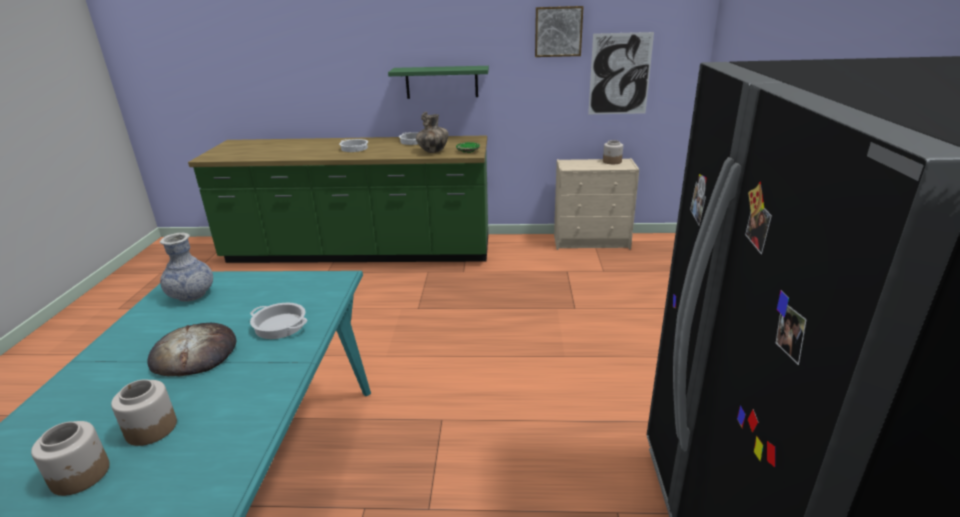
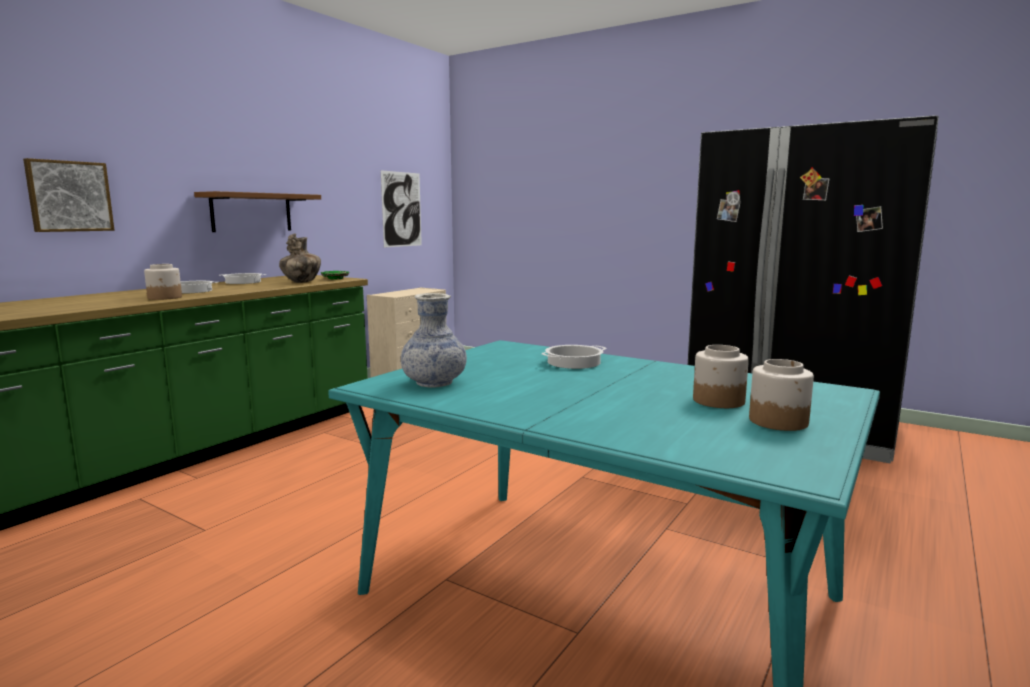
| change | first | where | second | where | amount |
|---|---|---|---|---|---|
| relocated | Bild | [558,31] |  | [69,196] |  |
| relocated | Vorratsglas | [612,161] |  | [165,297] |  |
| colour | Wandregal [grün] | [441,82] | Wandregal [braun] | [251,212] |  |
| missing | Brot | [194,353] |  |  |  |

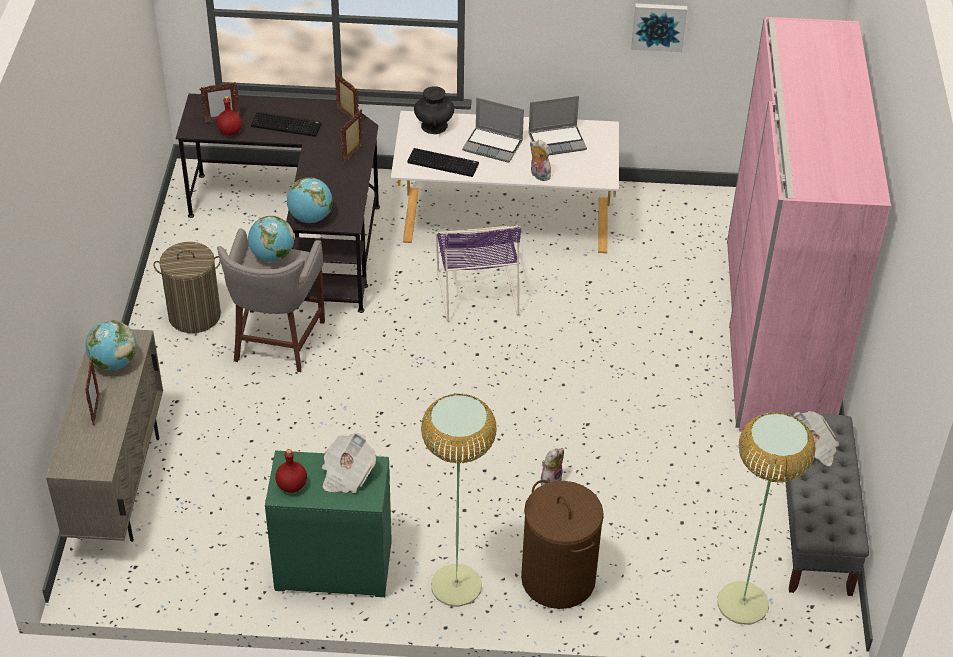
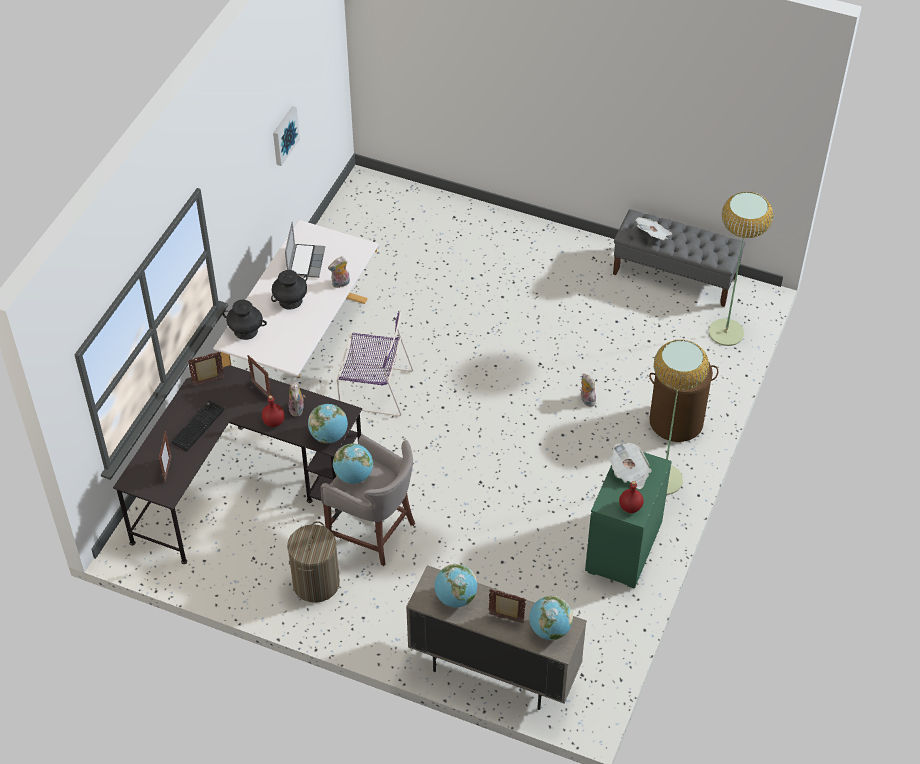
| change | first | where | second | where | amount |
|---|---|---|---|---|---|
| relocated | Flasche [rot] | [230,131] |  | [273,422] |  |
| exchanged | Laptop | [493,145] | Vase [schwarz] | [291,301] |  |
| appeared |  |  | Plüschtier | [298,409] |  |
| appeared |  |  | Globus | [549,629] |  |
| missing | Tastatur | [444,163] |  |  |  |
| missing | Kleiderschrank [rosa] | [776,336] |  |  |  |

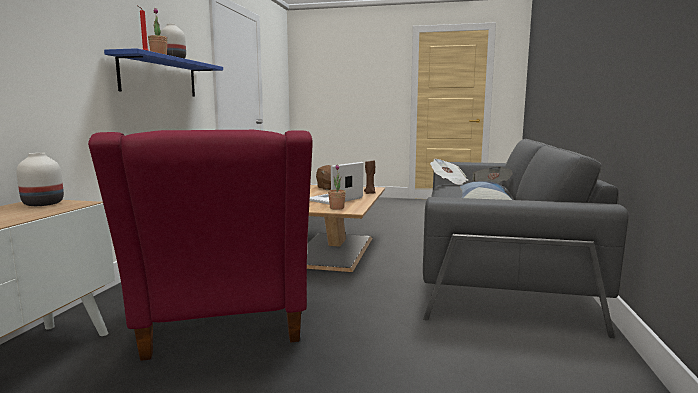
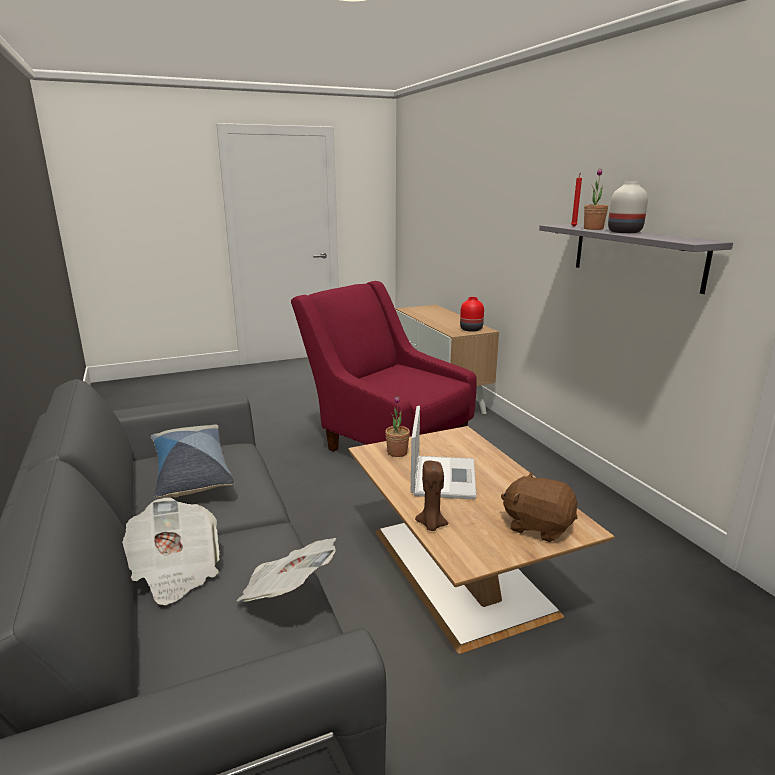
| change | first | where | second | where | amount |
|---|---|---|---|---|---|
| colour | Vase [weiß] | [44,203] | Vase [rot] | [471,329] |  |
| colour | Wandregal [blau] | [159,77] | Wandregal [grau] | [636,255] |  |

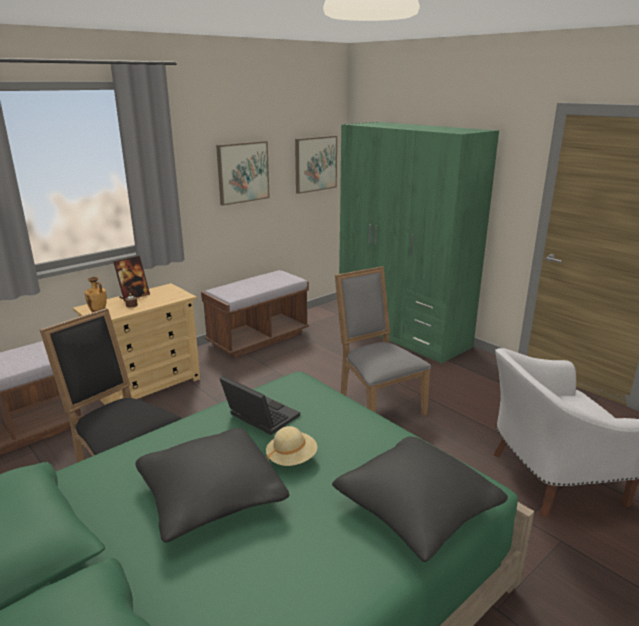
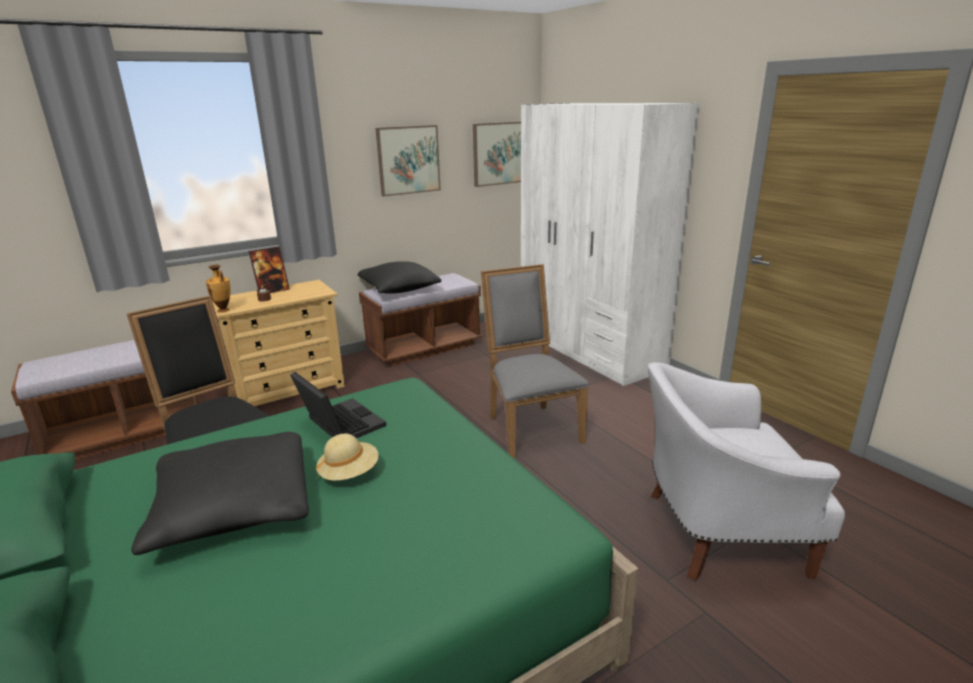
| change | first | where | second | where | amount |
|---|---|---|---|---|---|
| relocated | Kissen [schwarz] | [416,509] |  | [399,289] |  |
| colour | Kleiderschrank [grün] | [402,333] | Kleiderschrank [weiß] | [589,350] |  |

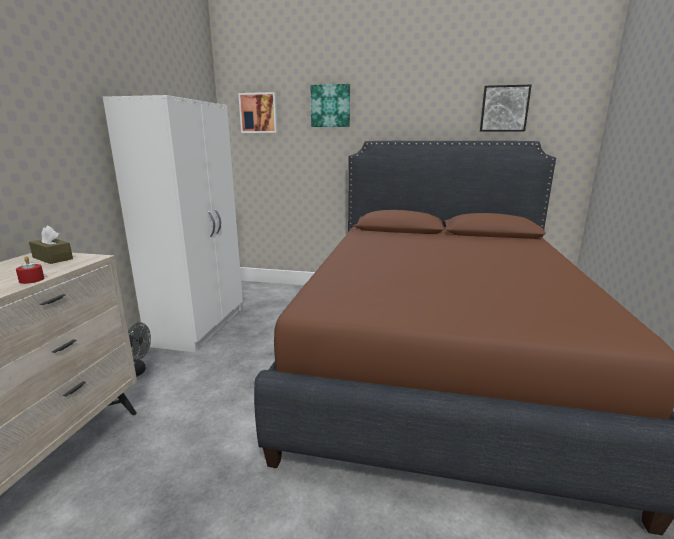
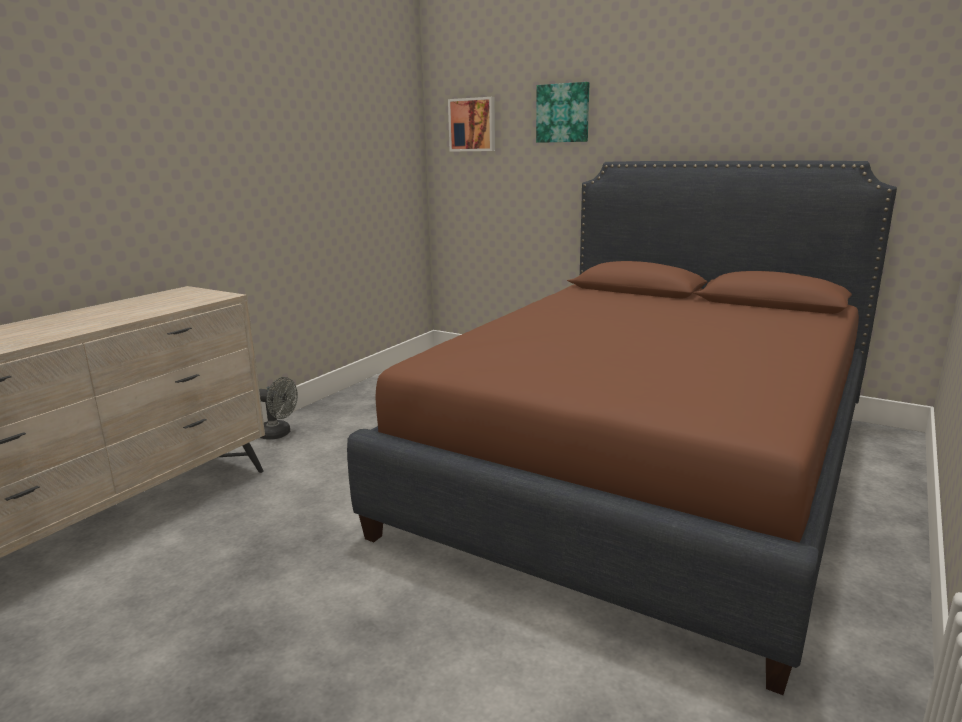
| change | first | where | second | where | amount |
|---|---|---|---|---|---|
| missing | Kerze [rot] | [32,280] |  |  |  |
| missing | Taschentuchbox [braun] | [52,258] |  |  |  |
| missing | Kleiderschrank [weiß] | [200,326] |  |  |  |
| missing | Bild | [504,109] |  |  |  |

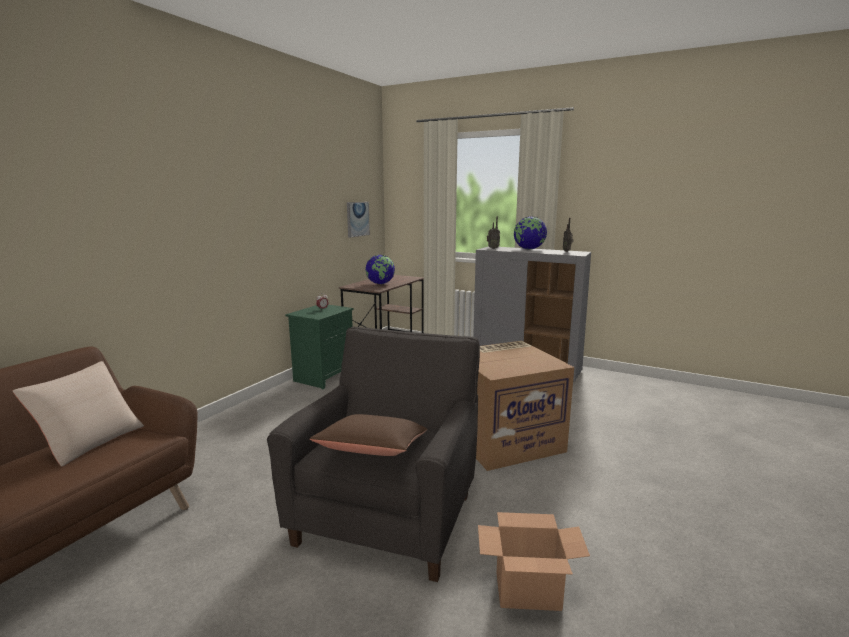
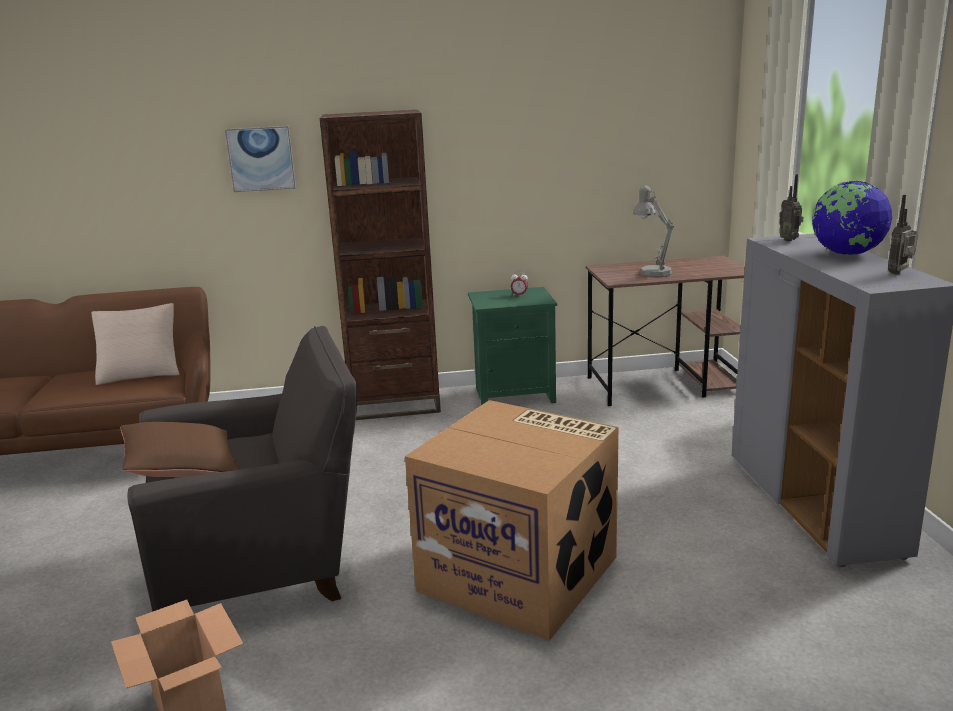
| change | first | where | second | where | amount |
|---|---|---|---|---|---|
| relocated | Bild | [357,219] |  | [261,159] |  |
| appeared |  |  | Bücherregal [braun] | [394,404] |  |
| exchanged | Globus | [380,284] | Tischlampe [grau] | [652,272] |  |

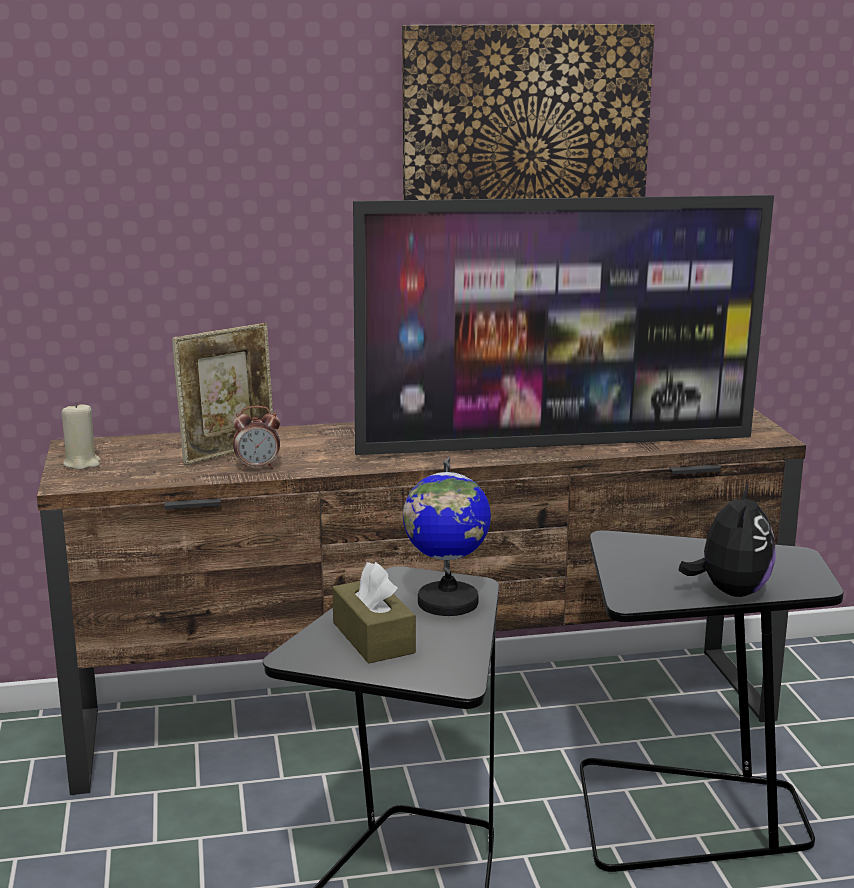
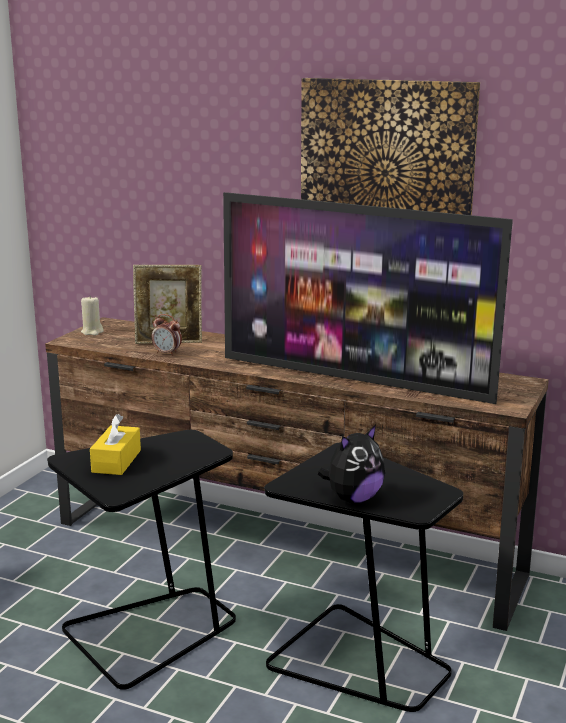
| change | first | where | second | where | amount |
|---|---|---|---|---|---|
| colour | Taschentuchbox [braun] | [373,638] | Taschentuchbox [gelb] | [116,461] |  |
| missing | Globus | [447,602] |  |  |  |

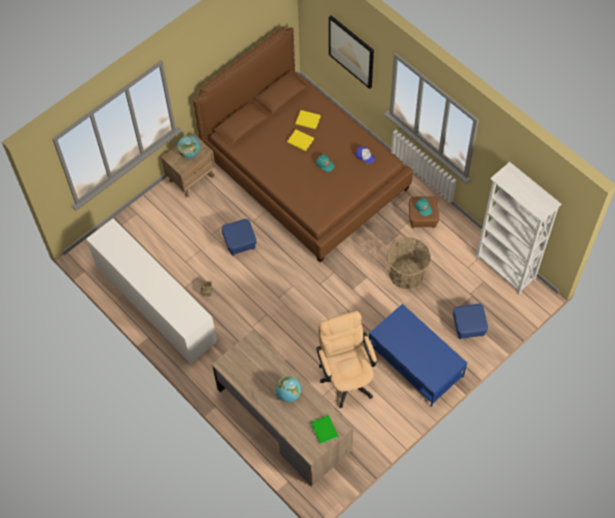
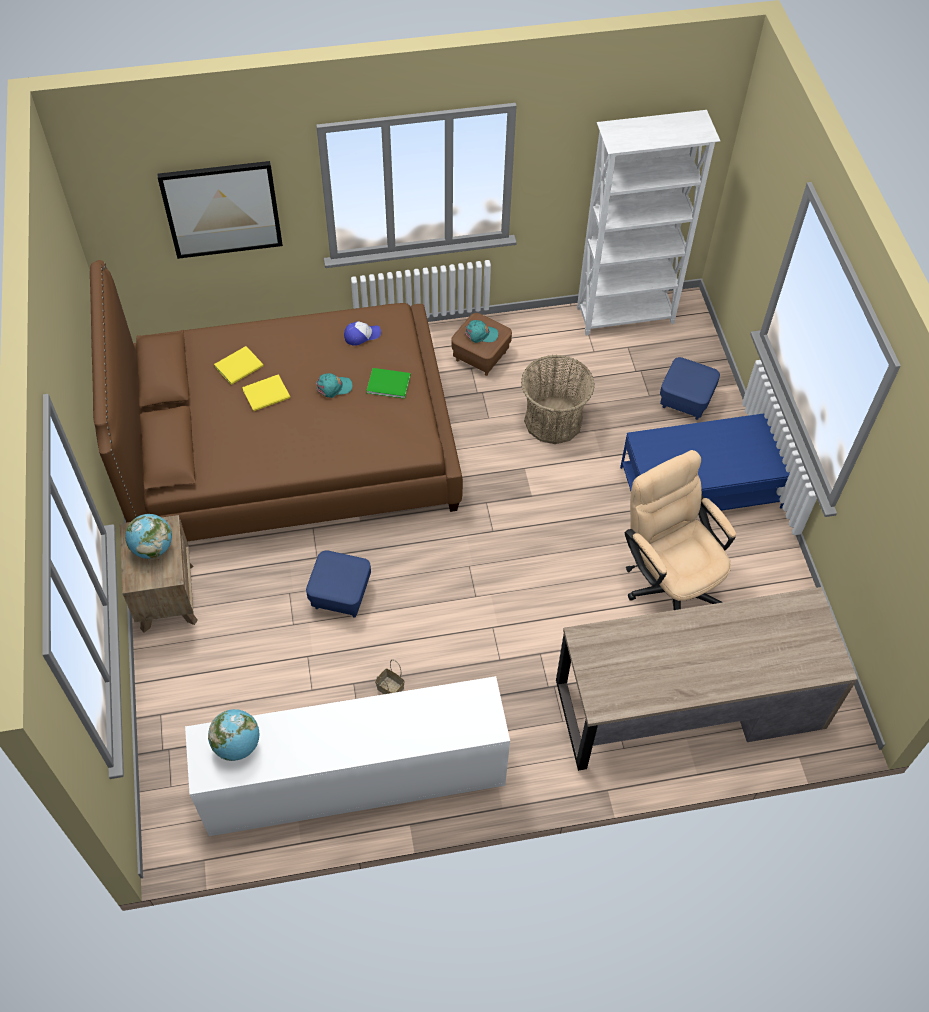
| change | first | where | second | where | amount |
|---|---|---|---|---|---|
| relocated | Globus | [288,394] |  | [237,745] |  |
| relocated | Buch [grün] | [324,429] |  | [387,383] |  |
| spun | Bürostuhl [beige] | [346,376] |  | [668,582] | 45 degrees clockwise |

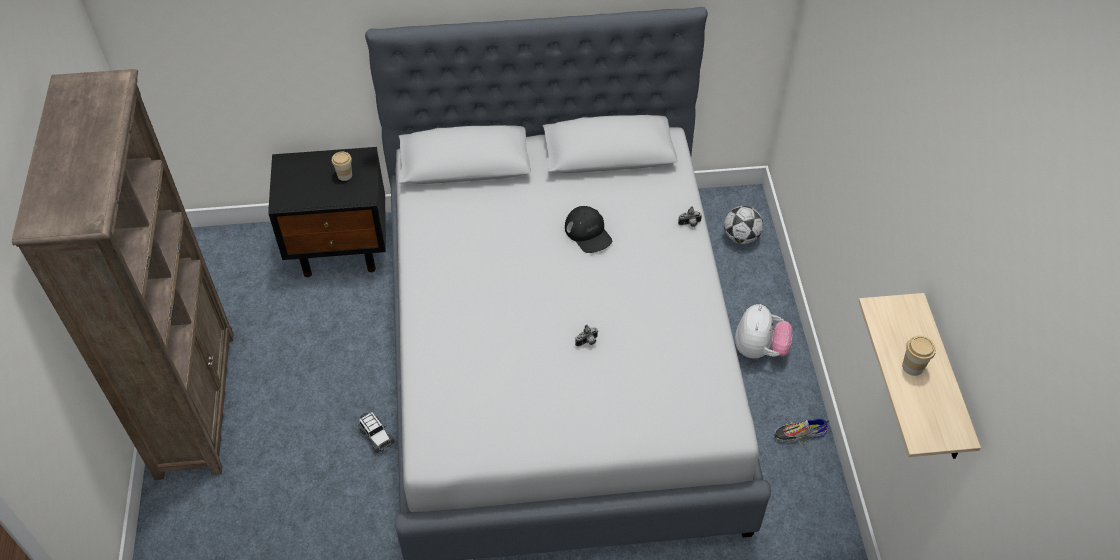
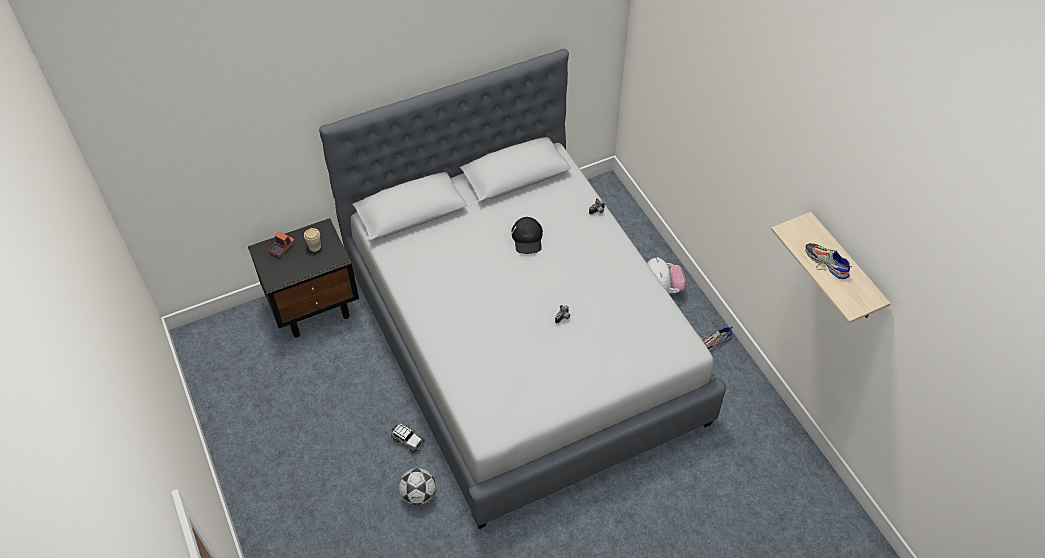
| change | first | where | second | where | amount |
|---|---|---|---|---|---|
| appeared |  |  | Spielzeuglaster | [282,248] |  |
| relocated | Fußball | [741,237] |  | [418,494] |  |
| spun | Kappe [schwarz] | [588,233] |  | [527,238] | 45 degrees clockwise |
| exchanged | Tasse | [913,366] | Schuh | [826,263] |  |
| missing | Bücherregal [braun] | [196,402] |  |  |  |

